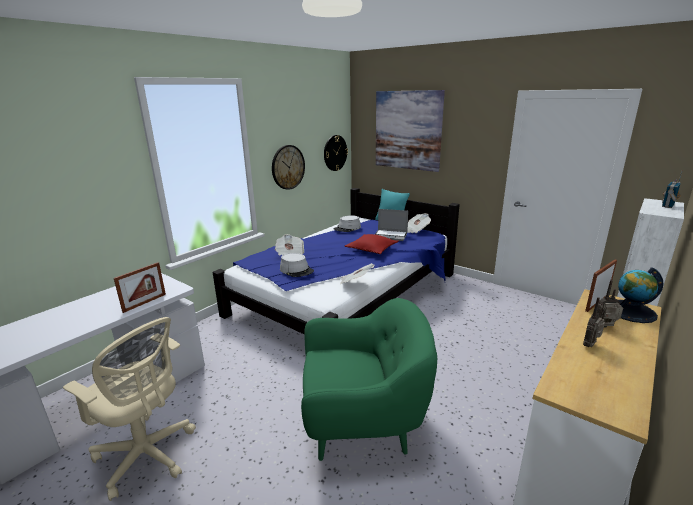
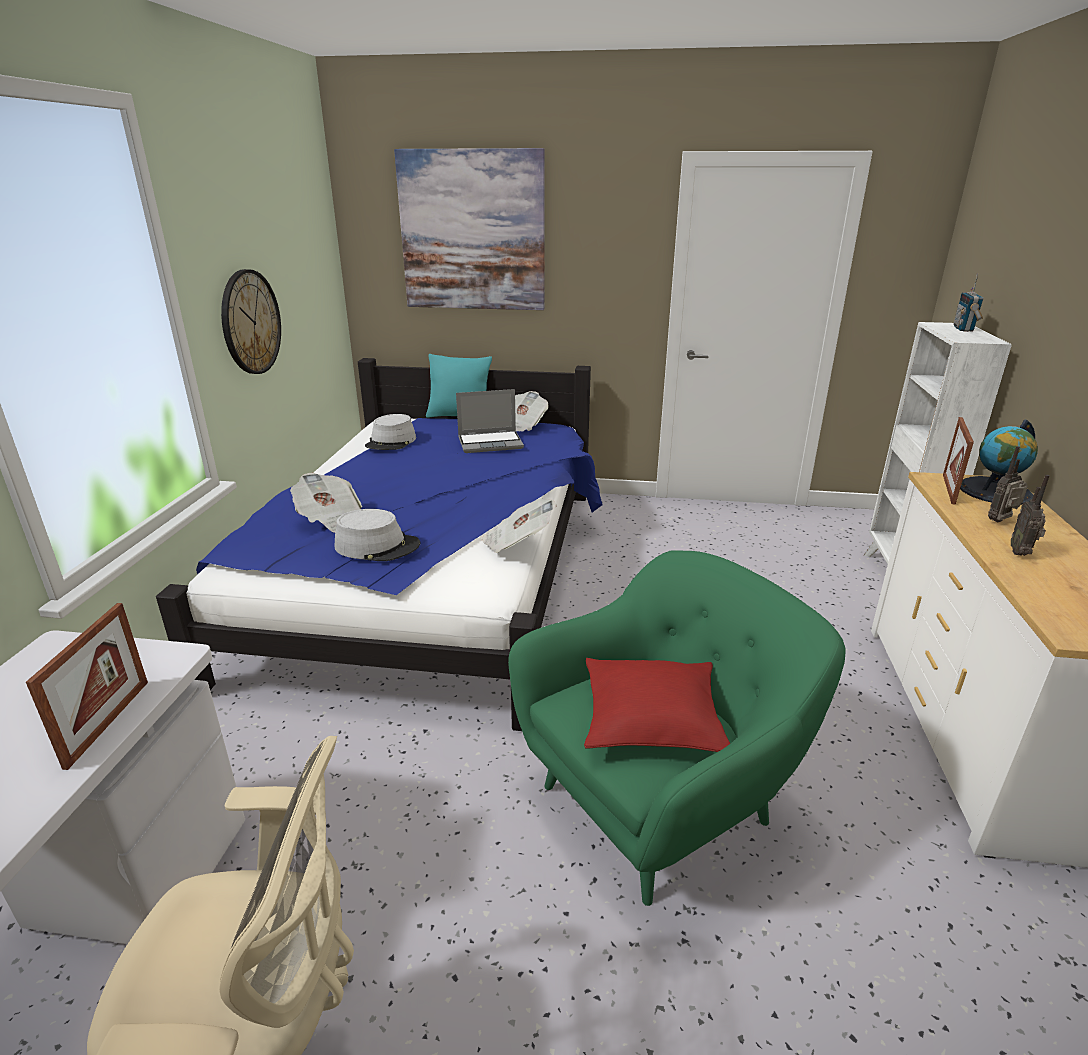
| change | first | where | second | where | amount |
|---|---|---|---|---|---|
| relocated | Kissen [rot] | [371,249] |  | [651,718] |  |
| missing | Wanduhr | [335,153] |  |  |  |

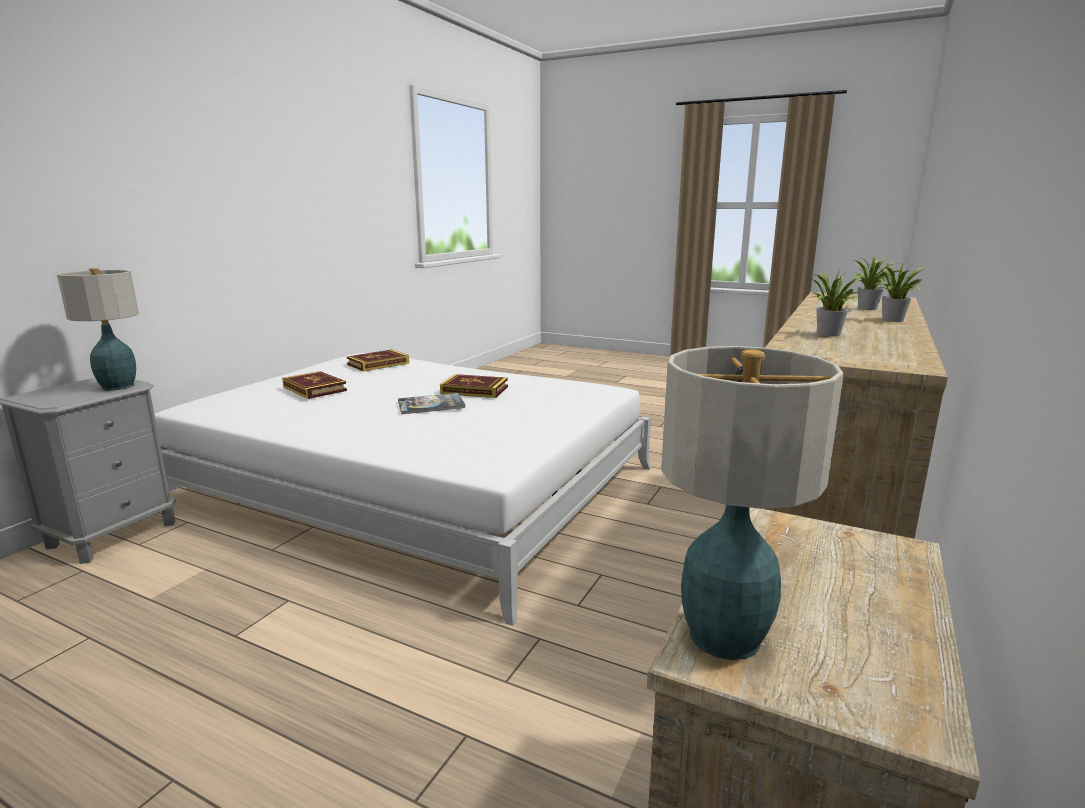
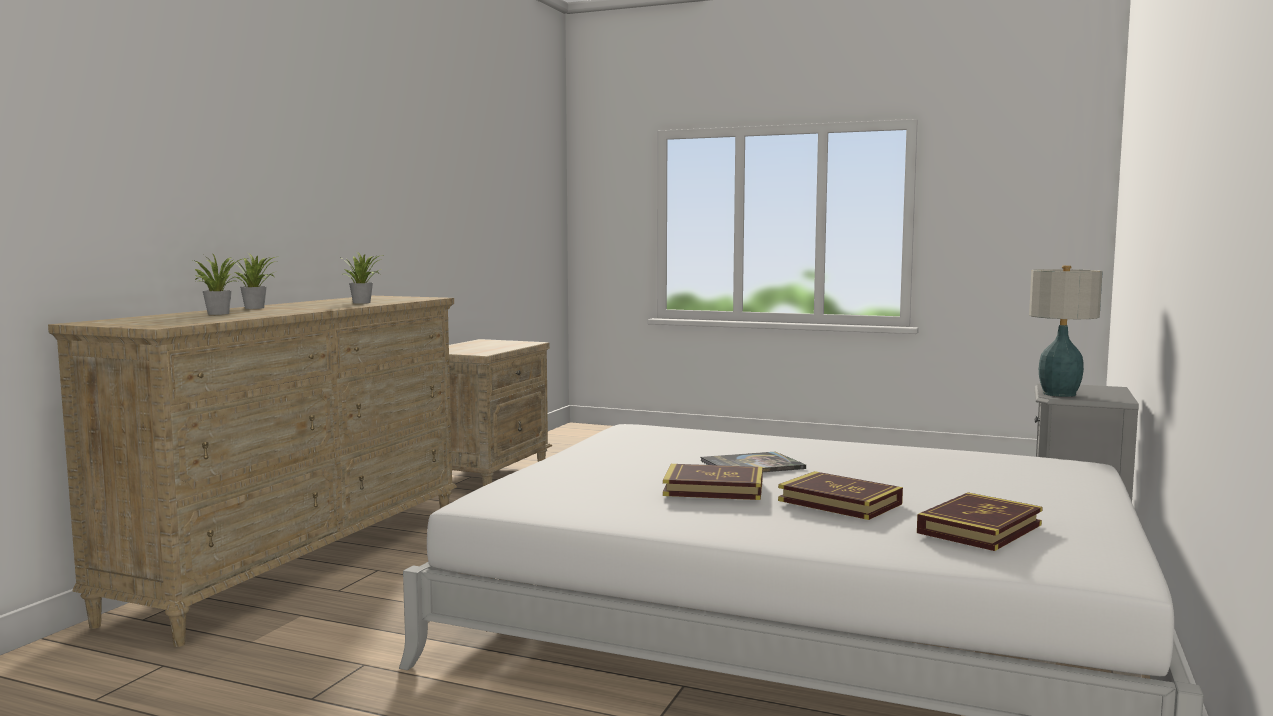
| change | first | where | second | where | amount |
|---|---|---|---|---|---|
| relocated | Buch | [314,389] |  | [839,502] |  |
| missing | Tischlampe | [722,636] |  |  |  |

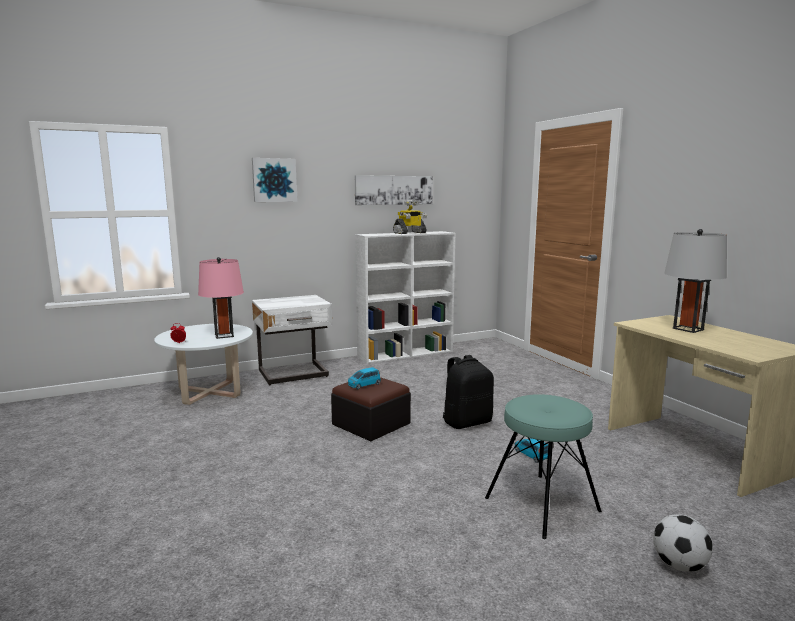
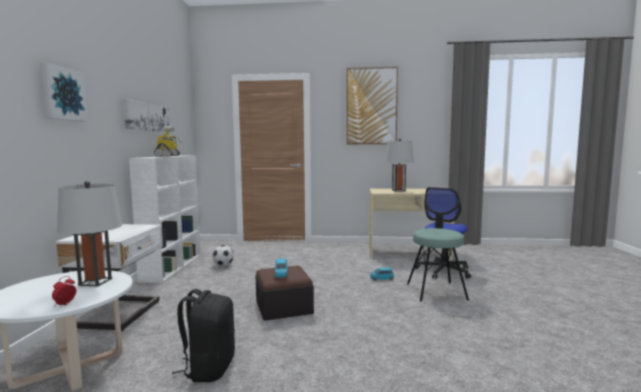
| change | first | where | second | where | amount |
|---|---|---|---|---|---|
| colour | Tischlampe [rosa] | [224,335] | Tischlampe [grau] | [95,282] |  |
| relocated | Rucksack [schwarz] | [467,422] |  | [209,368] |  |
| relocated | Fußball | [679,565] |  | [223,265] |  |
| appeared |  |  | Bild | [371,106] |  |
| appeared |  |  | Bürostuhl | [443,271] |  |

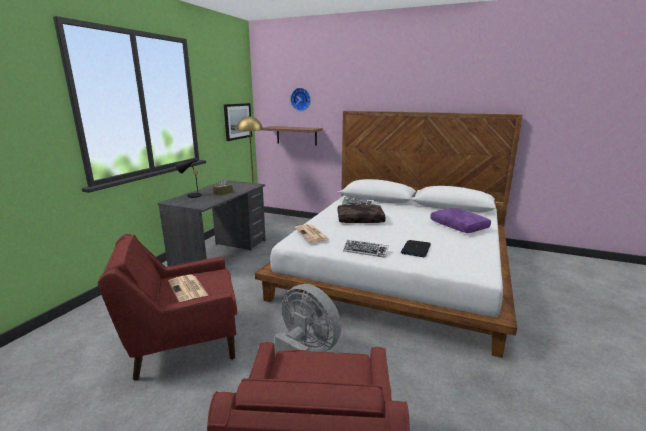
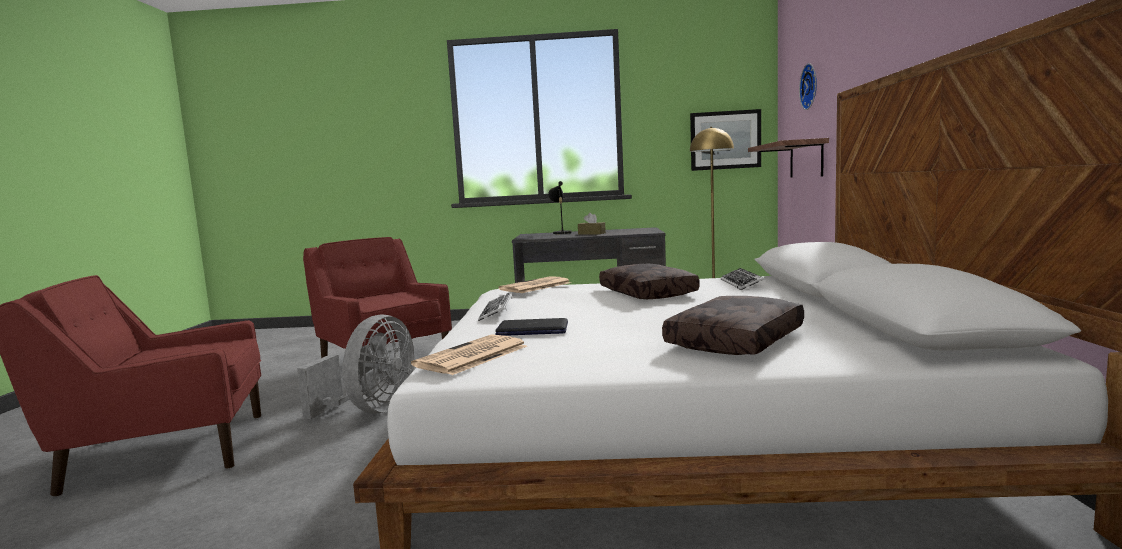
| change | first | where | second | where | amount |
|---|---|---|---|---|---|
| relocated | Zeitung | [189,290] |  | [471,356] |  |
| colour | Kissen [lila] | [459,226] | Kissen [braun] | [737,341] |  |

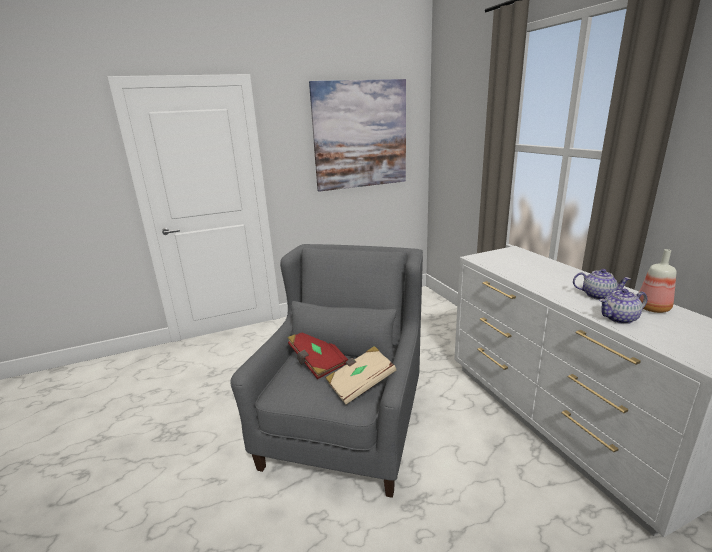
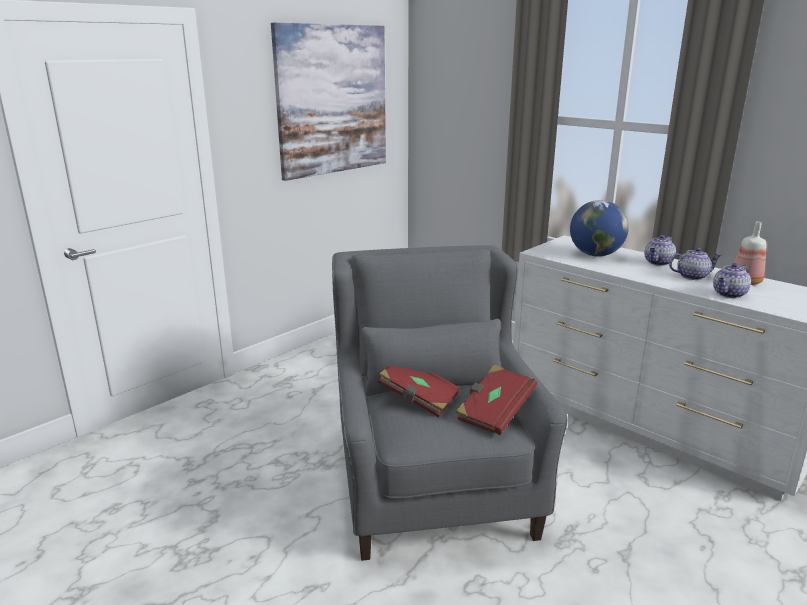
| change | first | where | second | where | amount |
|---|---|---|---|---|---|
| colour | Buch [beige] | [360,385] | Buch [rot] | [494,412] |  |
| appeared |  |  | Globus | [595,255] |  |
| appeared |  |  | Teekanne | [658,262] |  |

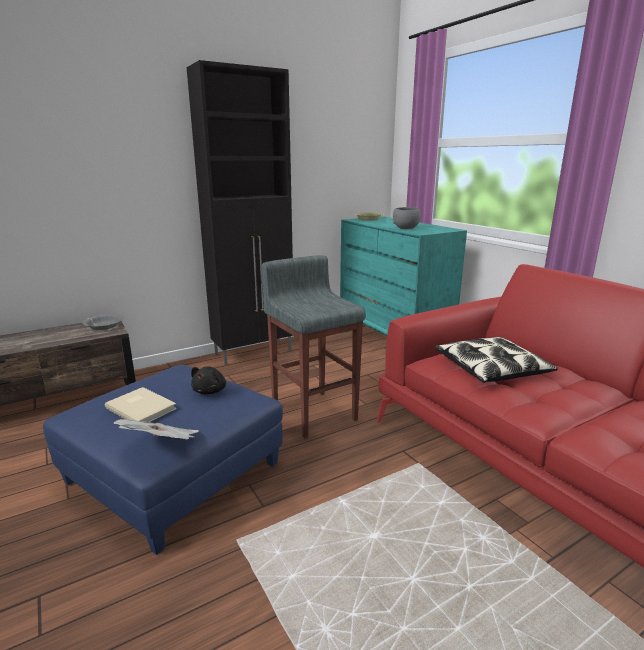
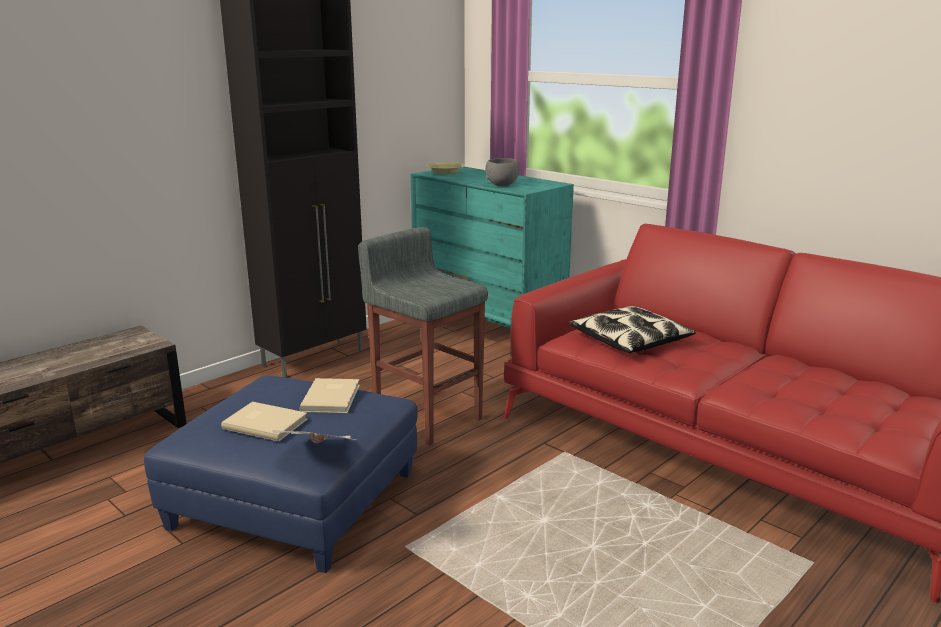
| change | first | where | second | where | amount |
|---|---|---|---|---|---|
| exchanged | Plüschtier [schwarz] | [210,391] | Buch [beige] | [332,397] |  |
| missing | Schüssel [grau] | [104,326] |  |  |  |

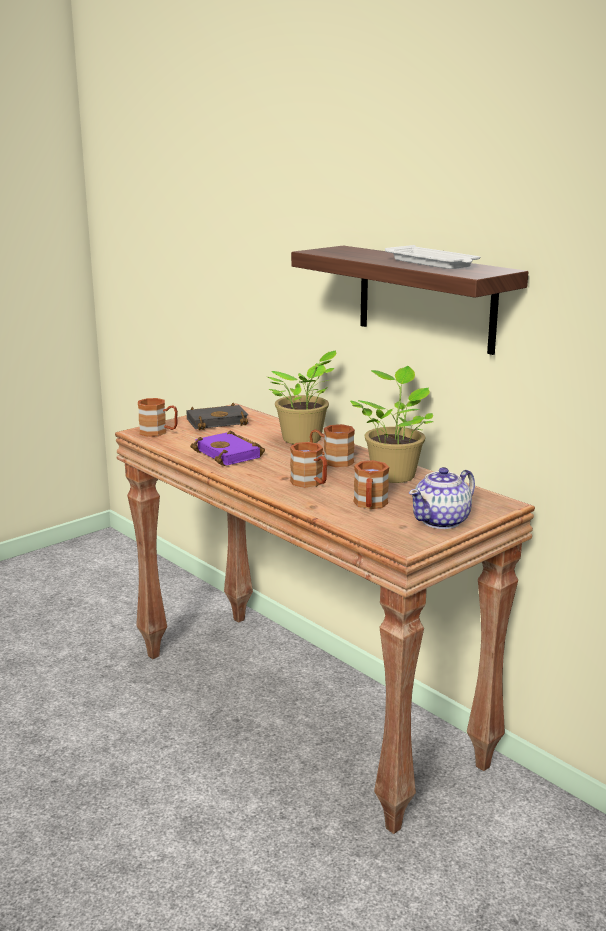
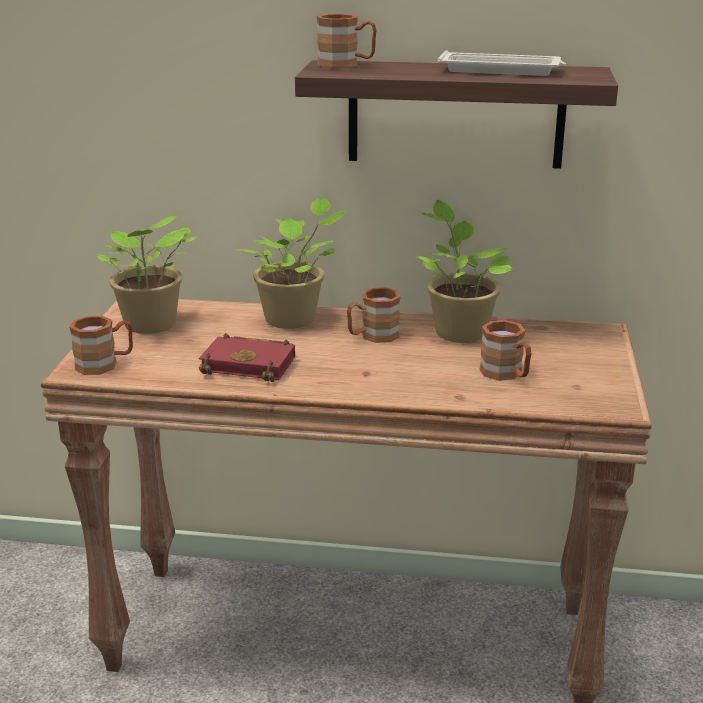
| change | first | where | second | where | amount |
|---|---|---|---|---|---|
| exchanged | Buch [schwarz] | [218,421] | Topfpflanze | [150,326] |  |
| colour | Buch [lila] | [231,454] | Buch [rot] | [251,364] |  |
| relocated | Henkelbecher [braun] | [310,483] |  | [346,65] |  |
| missing | Teekanne | [442,521] |  |  |  |

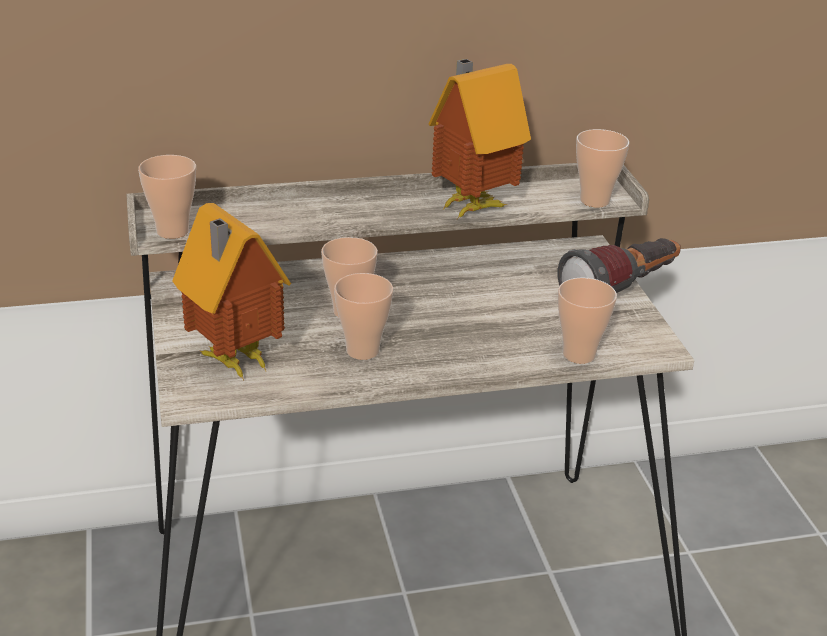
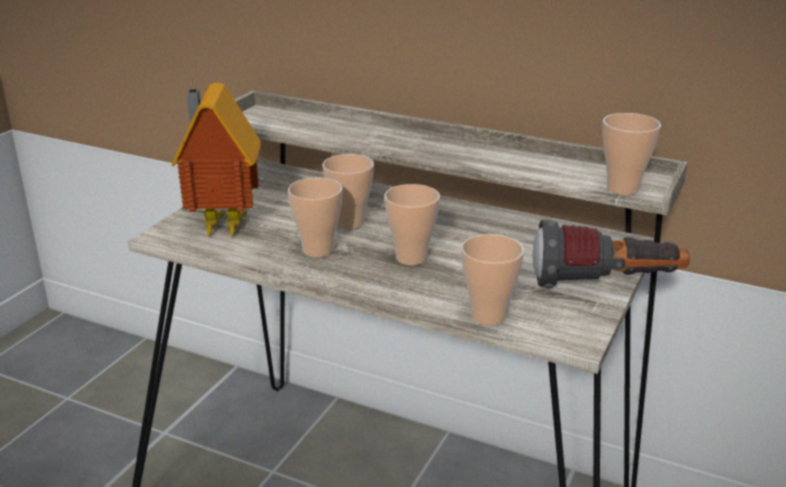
| change | first | where | second | where | amount |
|---|---|---|---|---|---|
| relocated | Tasse | [172,231] |  | [411,258] |  |
| missing | Spielzeughaus | [470,206] |  |  |  |

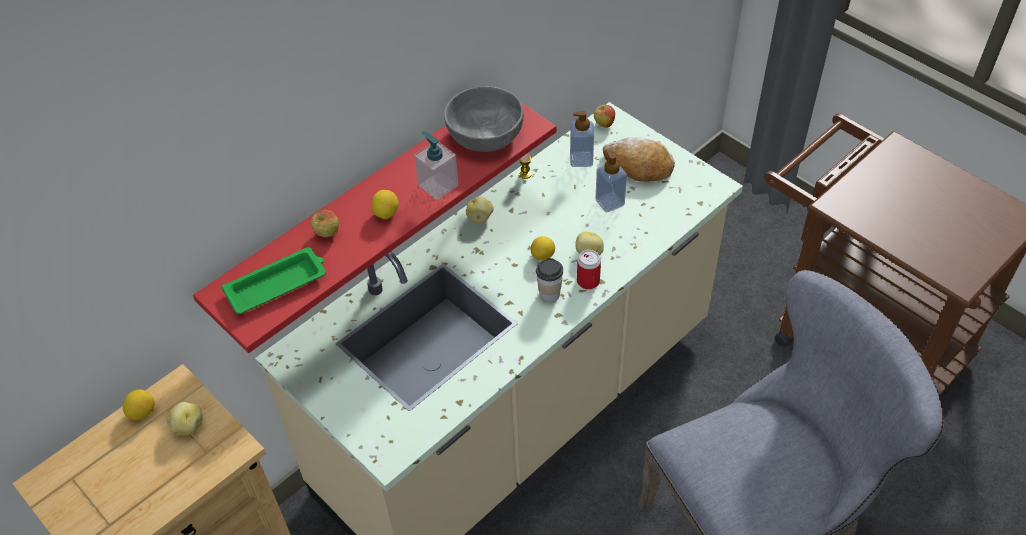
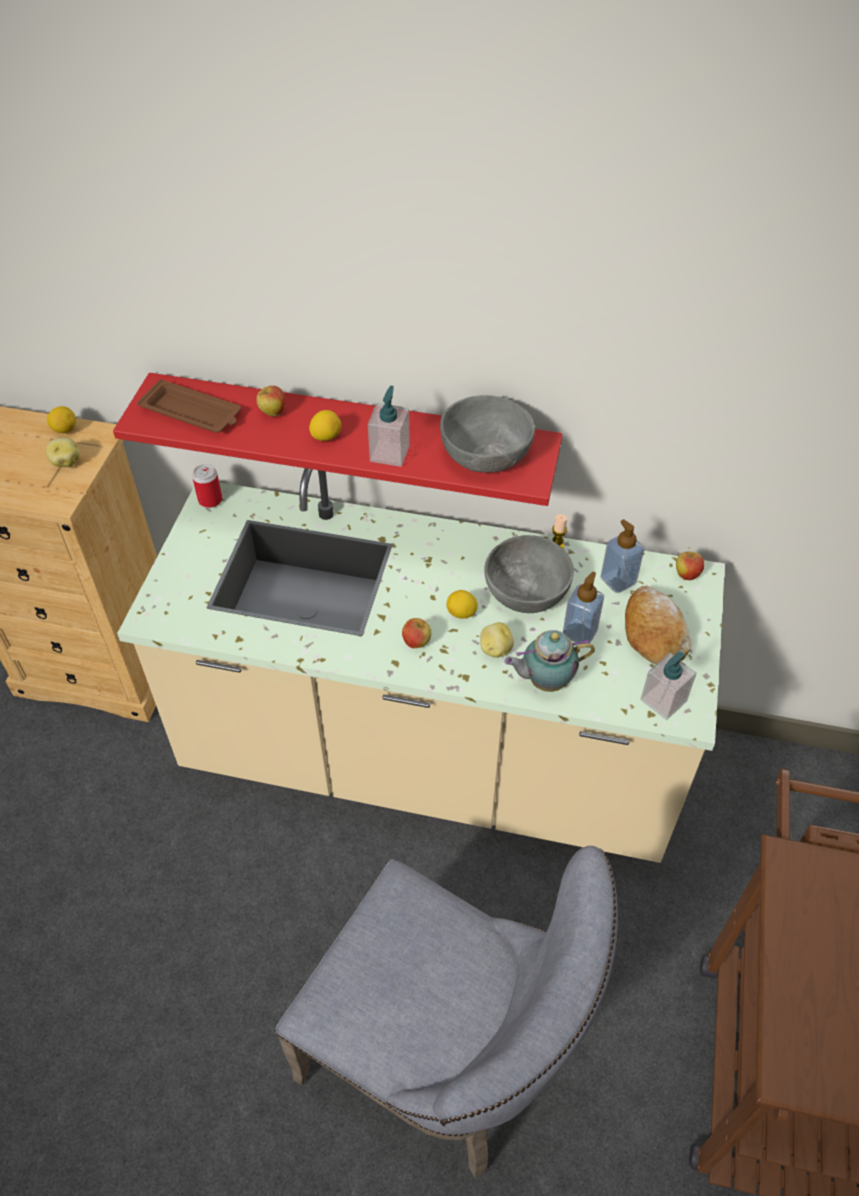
| change | first | where | second | where | amount |
|---|---|---|---|---|---|
| colour | Tablett [grün] | [278,284] | Tablett [braun] | [192,413] |  |
| relocated | Dose | [588,281] |  | [210,500] |  |
| exchanged | Tasse | [549,294] | Apfel | [416,642] |  |
| appeared |  |  | Schüssel [grau] | [526,591] |  |
| appeared |  |  | Teekanne | [544,681] |  |
| appeared |  |  | Seifenspender | [663,701] |  |
| missing | Kartoffel | [480,218] |  |  |  |

